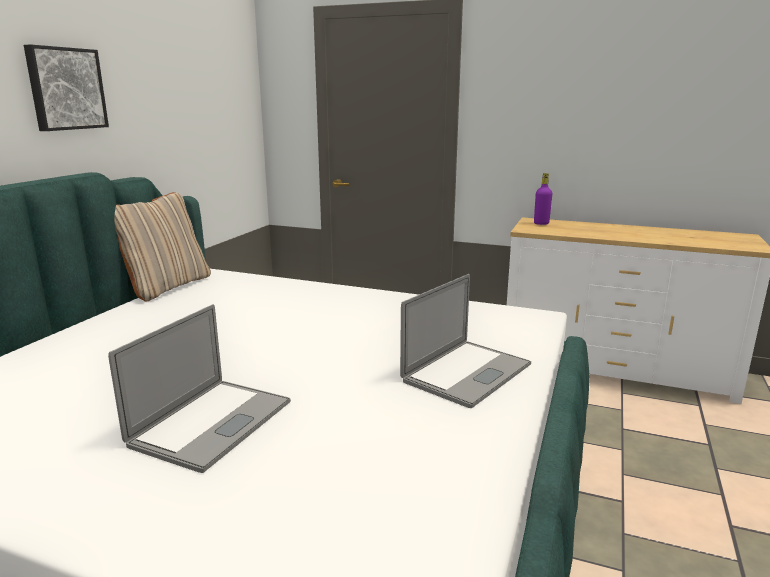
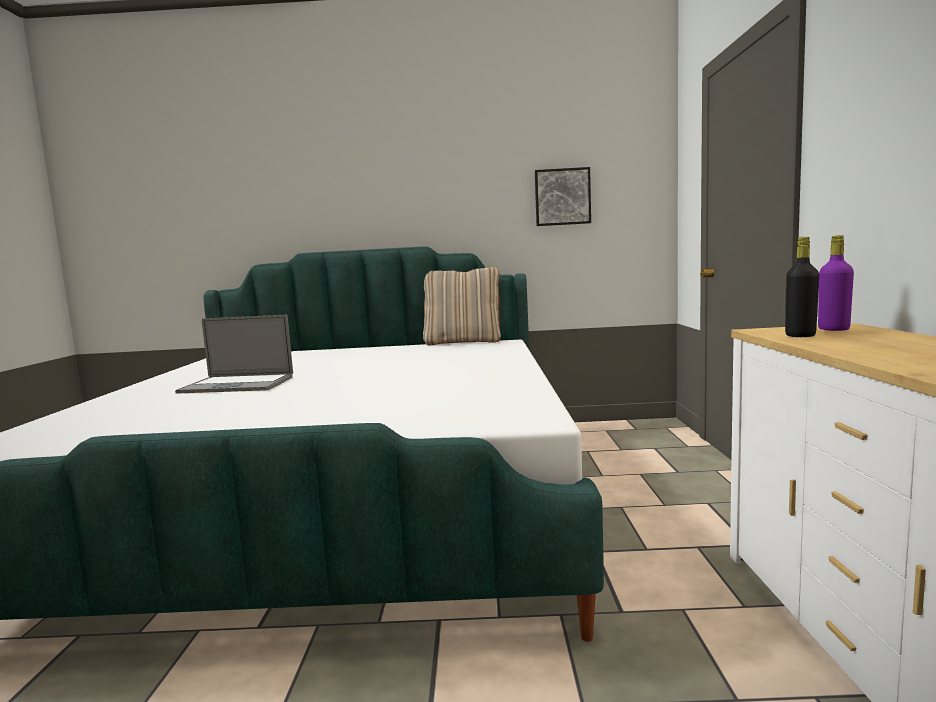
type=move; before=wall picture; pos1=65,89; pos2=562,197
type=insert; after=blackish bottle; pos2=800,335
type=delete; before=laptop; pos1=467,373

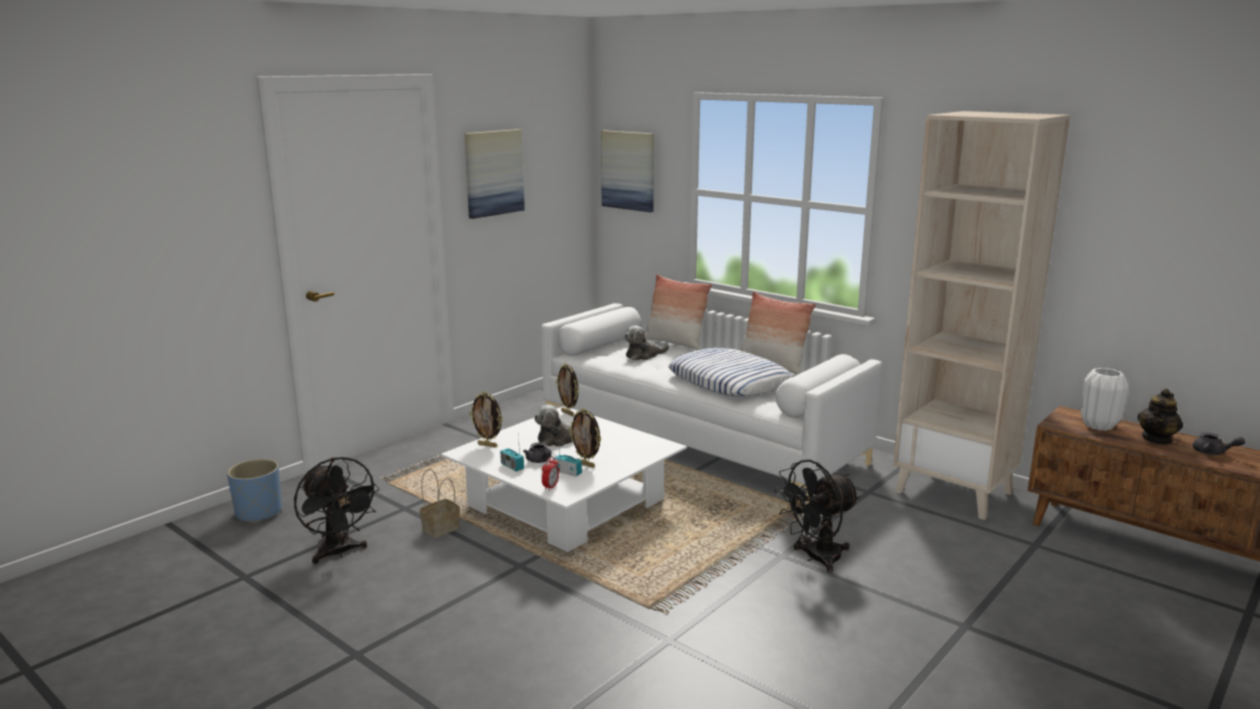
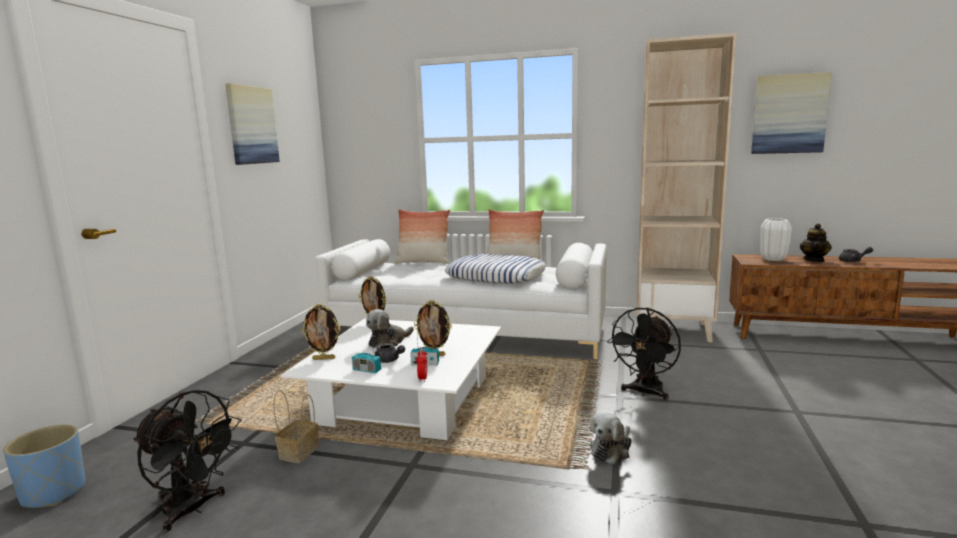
type=move; before=plush toy; pos1=644,355; pos2=611,450
type=move; before=wall picture; pos1=628,170; pos2=789,114

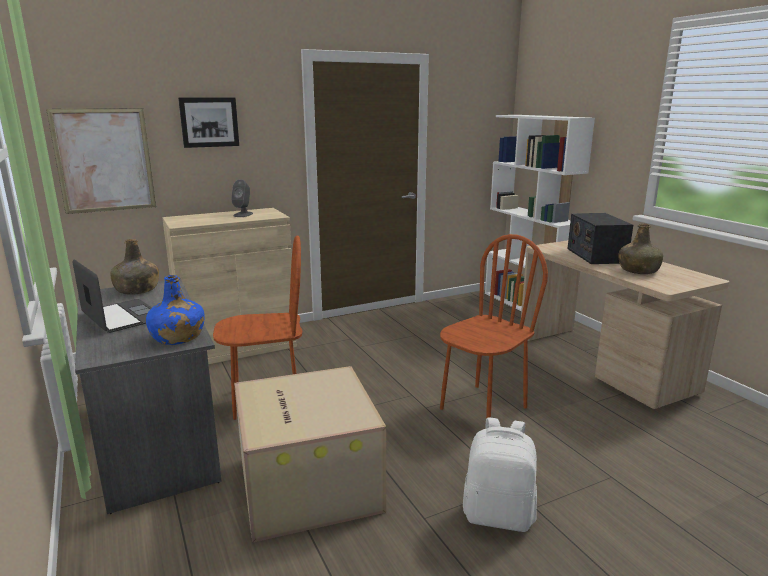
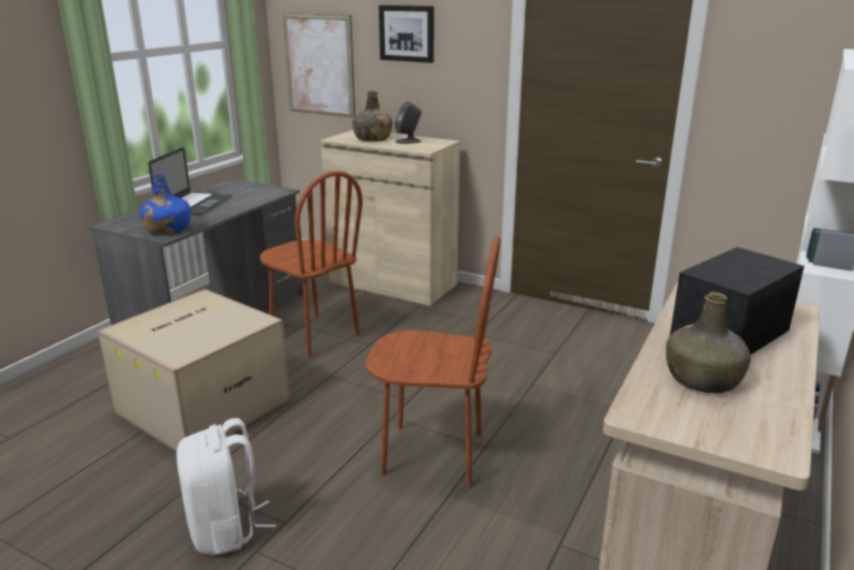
type=move; before=greenish bottle; pos1=137,290; pos2=372,139

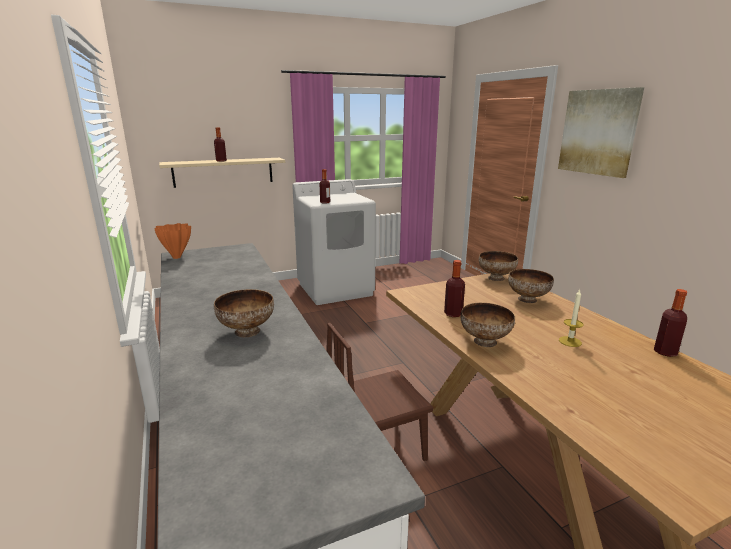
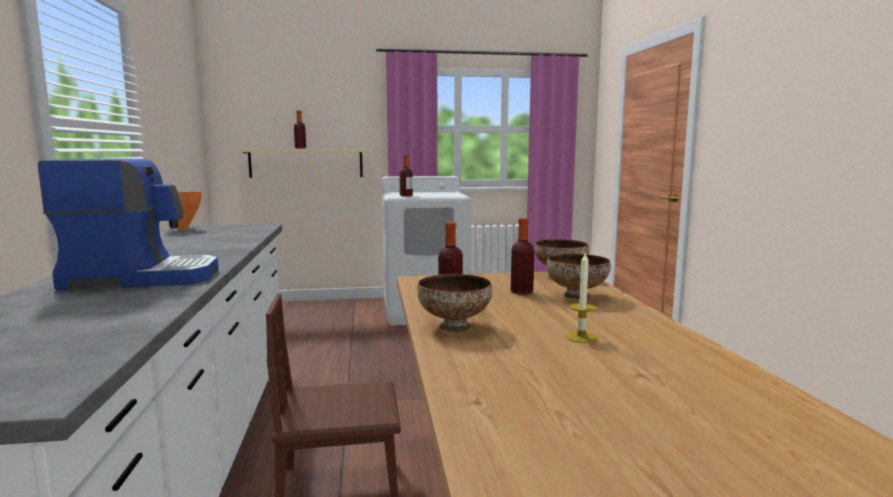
type=replace; before=serving bowl; after=coffee machine; pos1=246,331; pos2=143,277
type=move; before=bottle; pos1=665,352; pos2=521,291
type=delete; before=wall picture; pos1=598,132

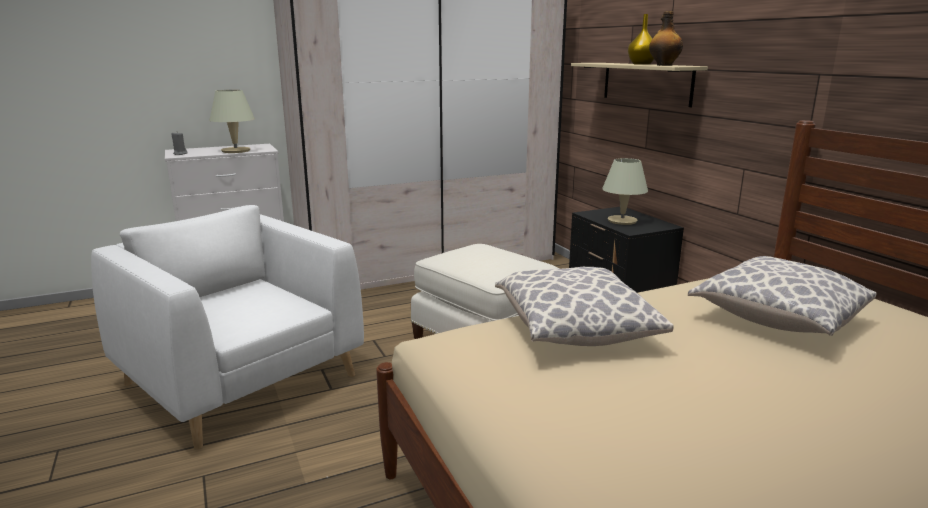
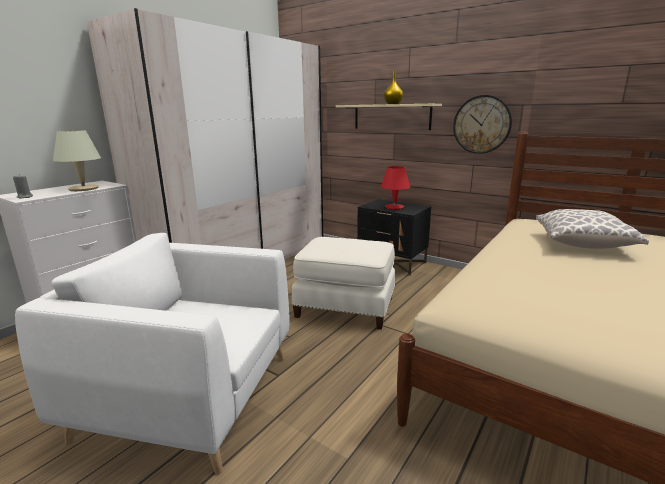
type=recolor; before=beige lamp for a table; after=red-coloured lamp for a table; pos1=622,221; pos2=394,207
type=insert; after=hanging clock; pos2=481,124
type=delete; before=cushion; pos1=575,331
type=delete; before=bottle; pos1=663,65

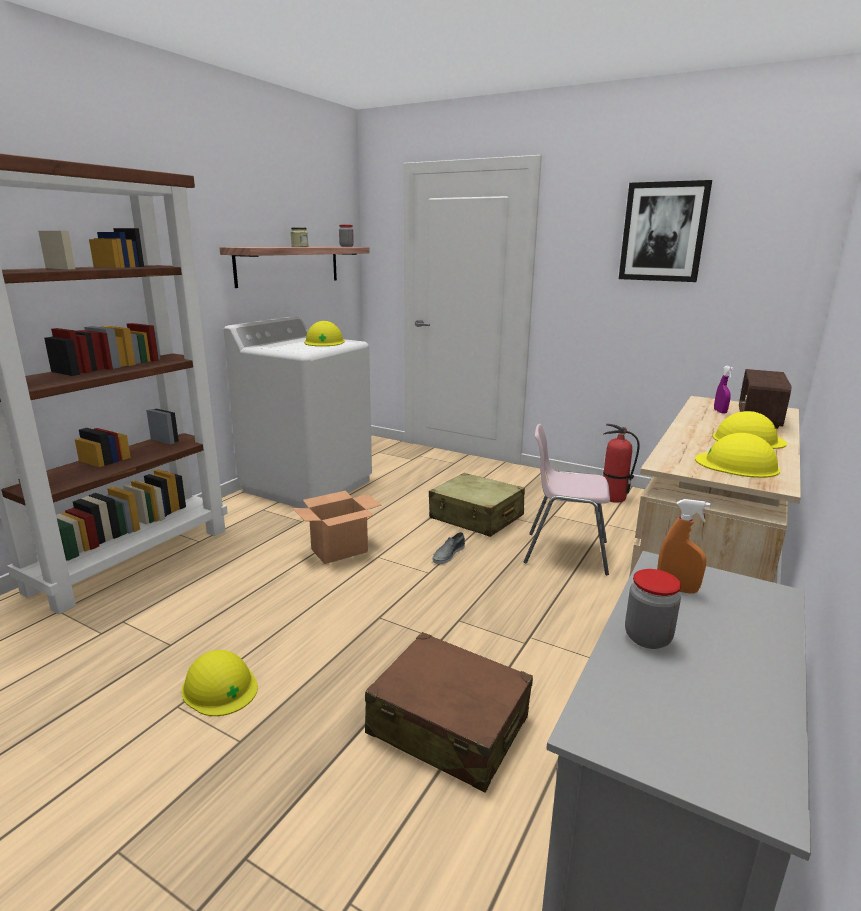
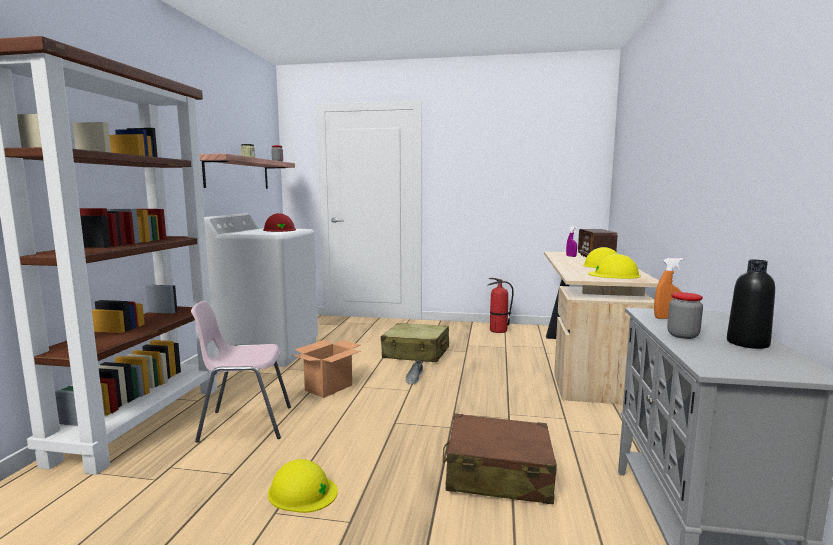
type=move; before=pinkish upright chair; pos1=565,552; pos2=245,424
type=recolor; before=yellowish hard hat; after=red-coloured hard hat; pos1=324,342; pos2=279,230
type=insert; after=blackish bottle; pos2=747,343
type=delete; before=wall picture; pos1=663,232

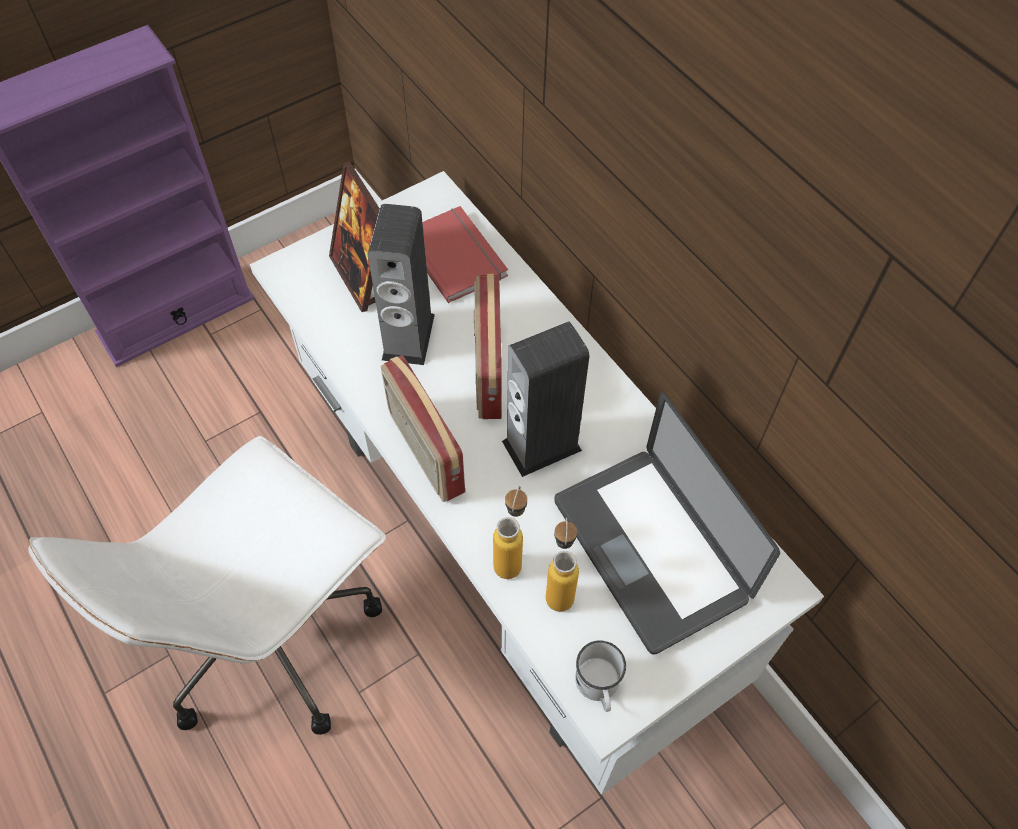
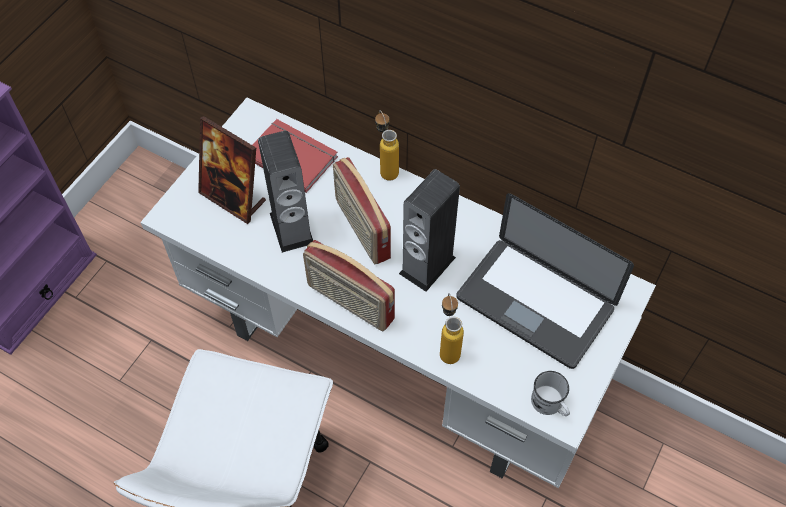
type=move; before=bottle; pos1=559,587; pos2=386,168

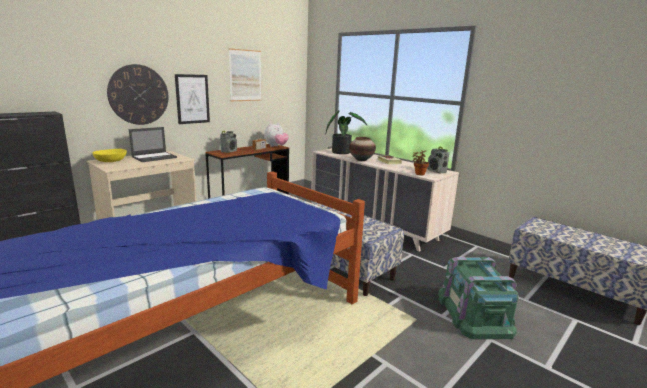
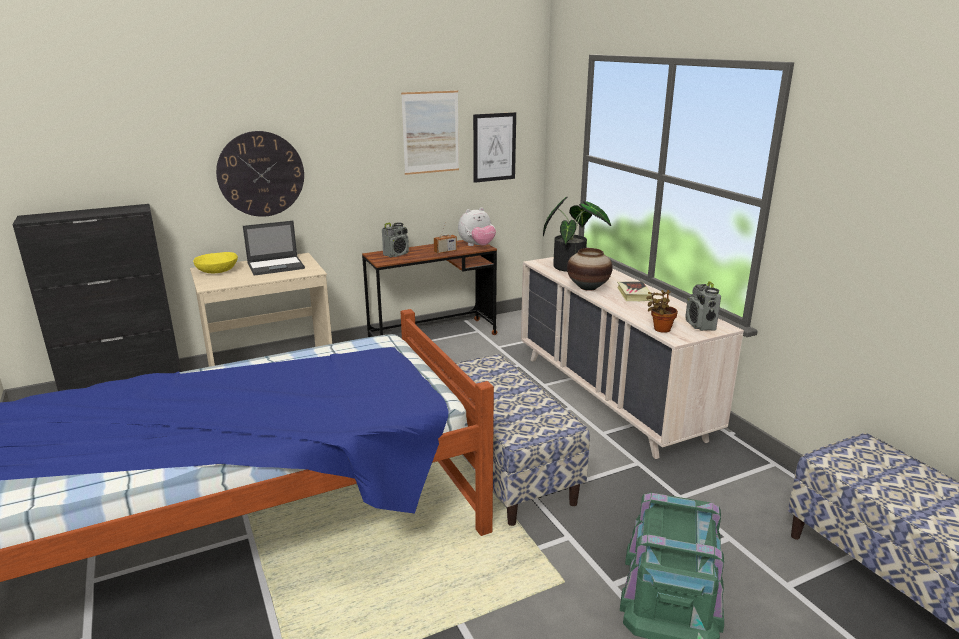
type=move; before=wall picture; pos1=192,99; pos2=494,147

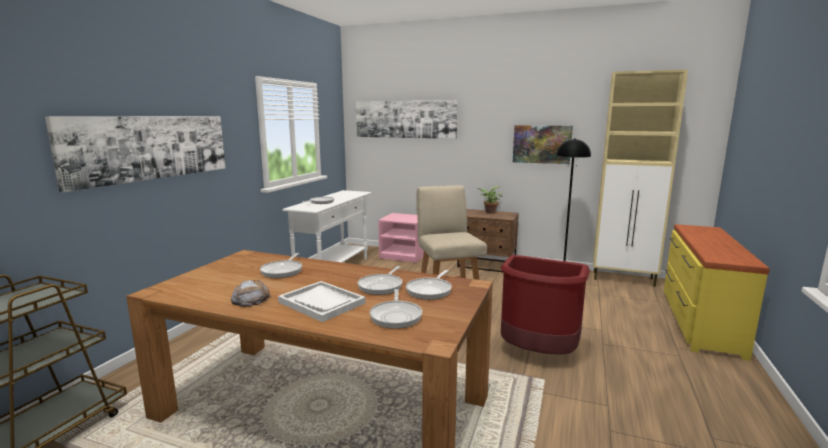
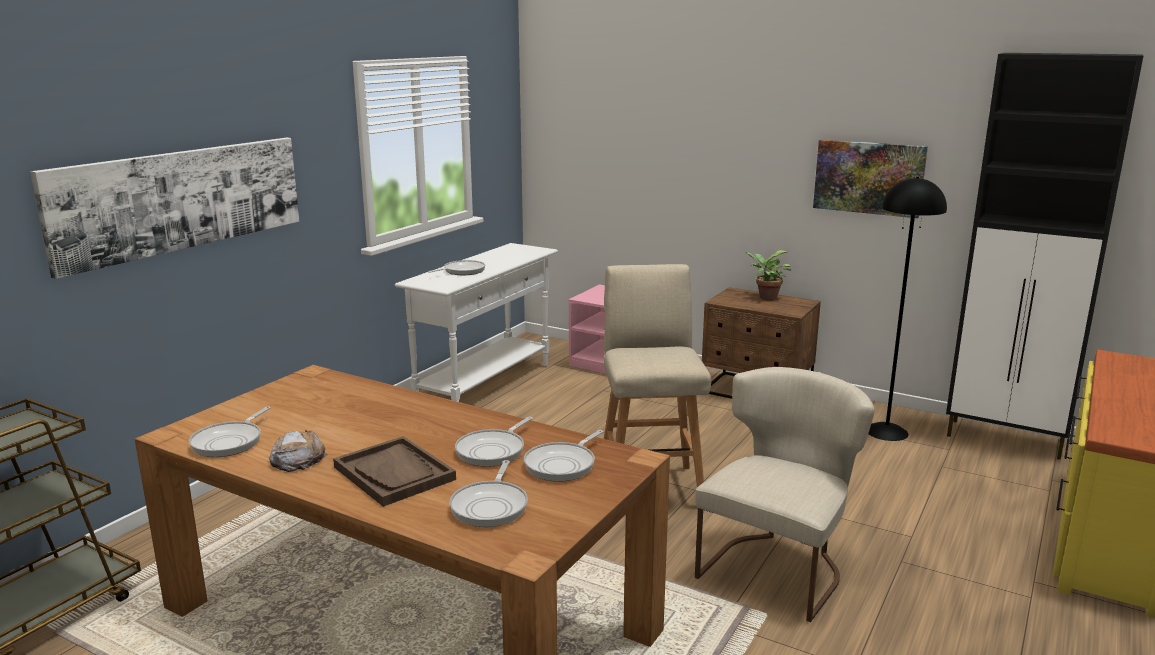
type=move; before=pan; pos1=283,271; pos2=230,442
type=recolor; before=white serving tray; after=brown-coloured serving tray; pos1=322,303; pos2=394,473
type=replace; before=red-coloured trash can; after=beige upright chair; pos1=538,353; pos2=777,568
type=recolor; before=beige cupboard; after=blackish cupboard; pos1=624,279; pos2=1006,439
type=delete; before=wall picture; pos1=405,119

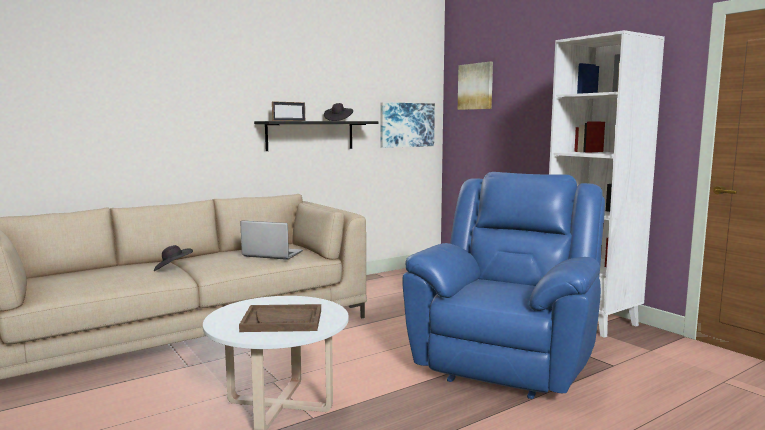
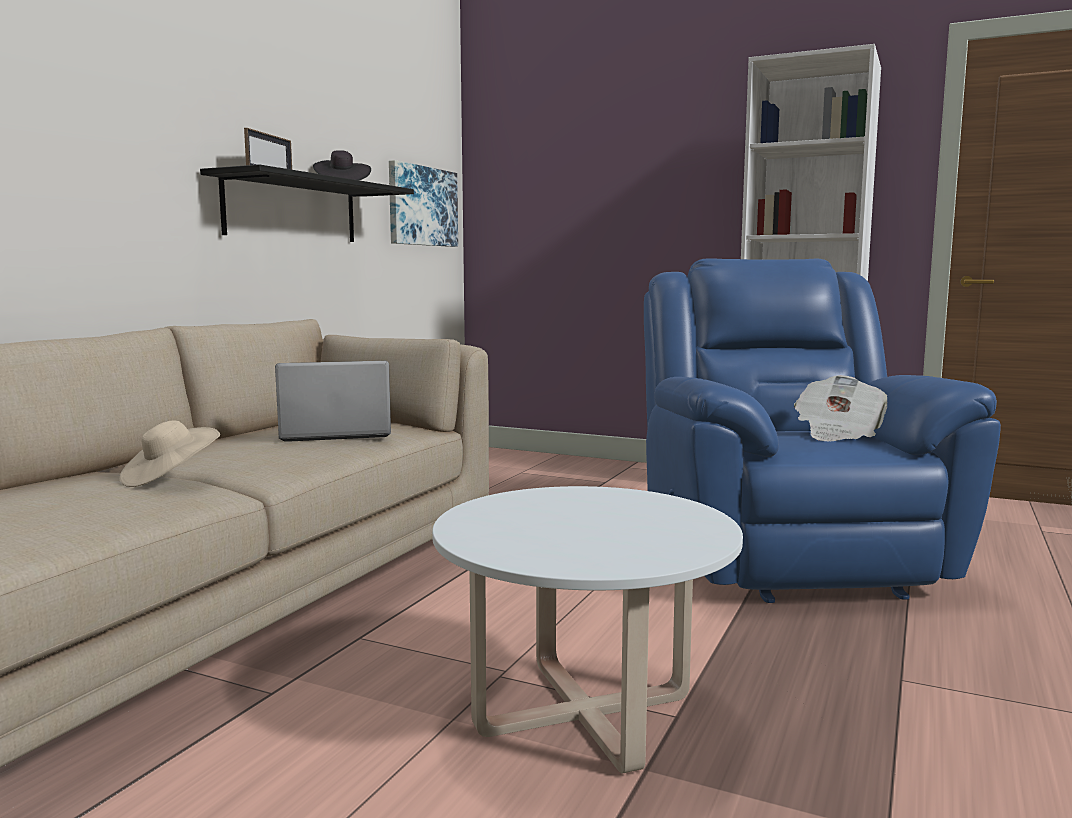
type=recolor; before=blackish clothing hat; after=beige clothing hat; pos1=173,269; pos2=170,478
type=insert; after=newspaper; pos2=838,433
type=delete; before=brown-coloured serving tray; pos1=282,320
type=delete; before=wall picture; pos1=476,86

